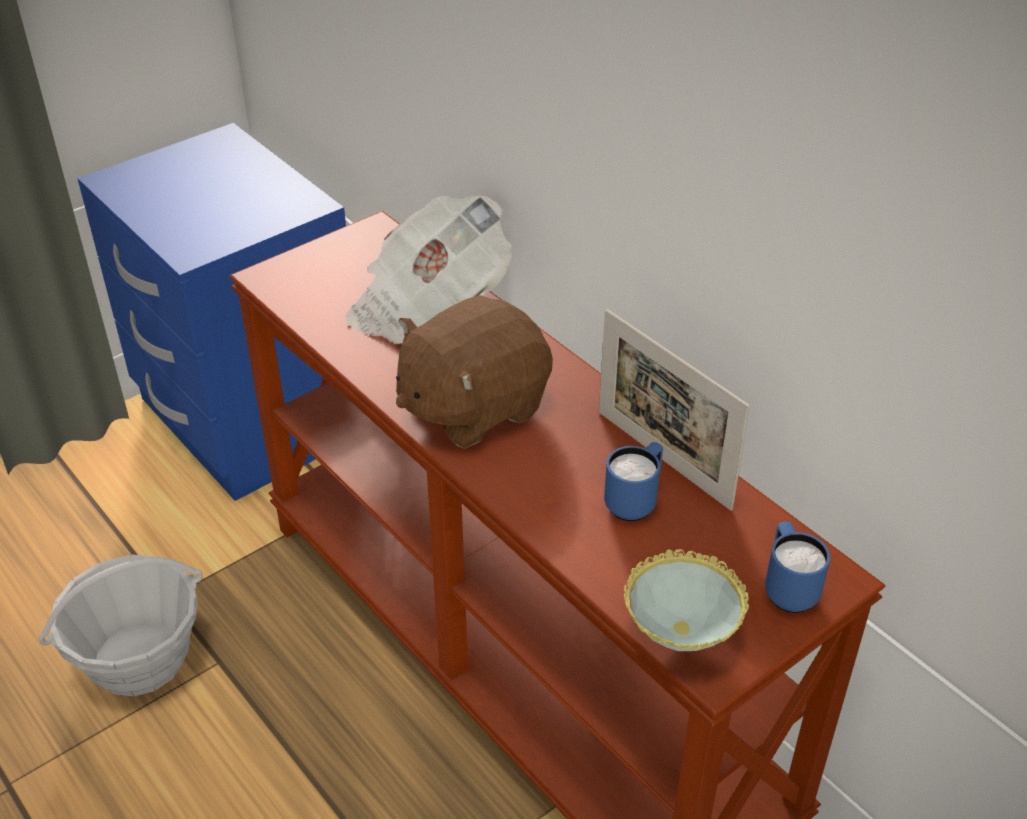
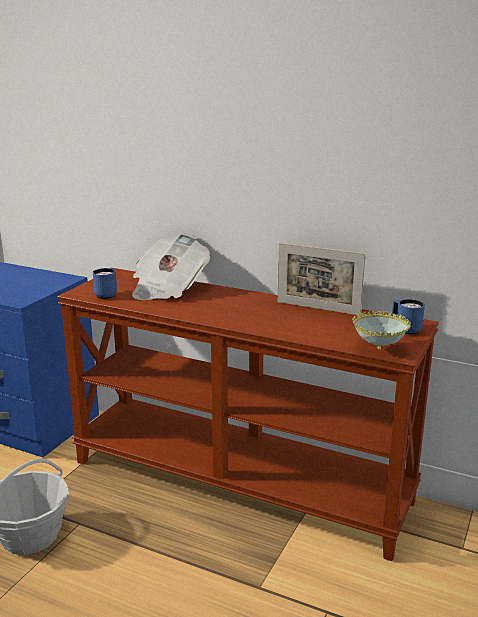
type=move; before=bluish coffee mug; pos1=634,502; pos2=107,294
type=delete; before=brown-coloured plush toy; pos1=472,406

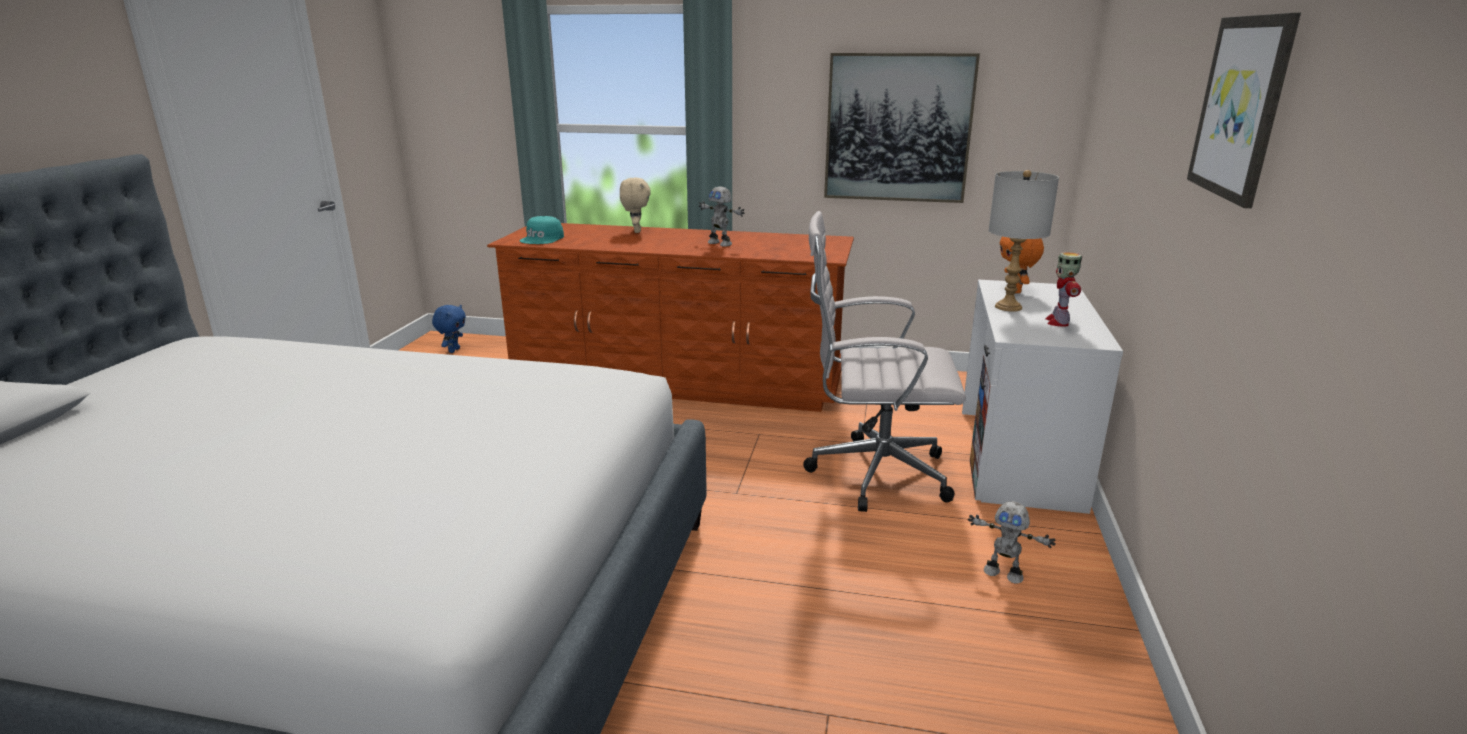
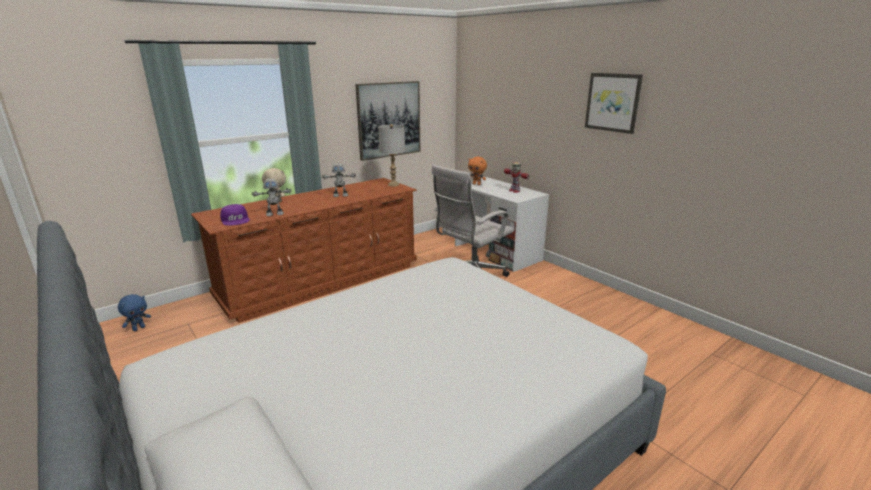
type=rotate; before=bluish plush toy; pos1=453,350; pos2=139,328; turn=75
type=recolor; before=blue-green baseball cap; after=purplish baseball cap; pos1=542,239; pos2=236,220
type=move; before=model robot; pos1=1003,573; pos2=274,214
type=move; before=gray lamp for a table; pos1=1008,307; pos2=393,184

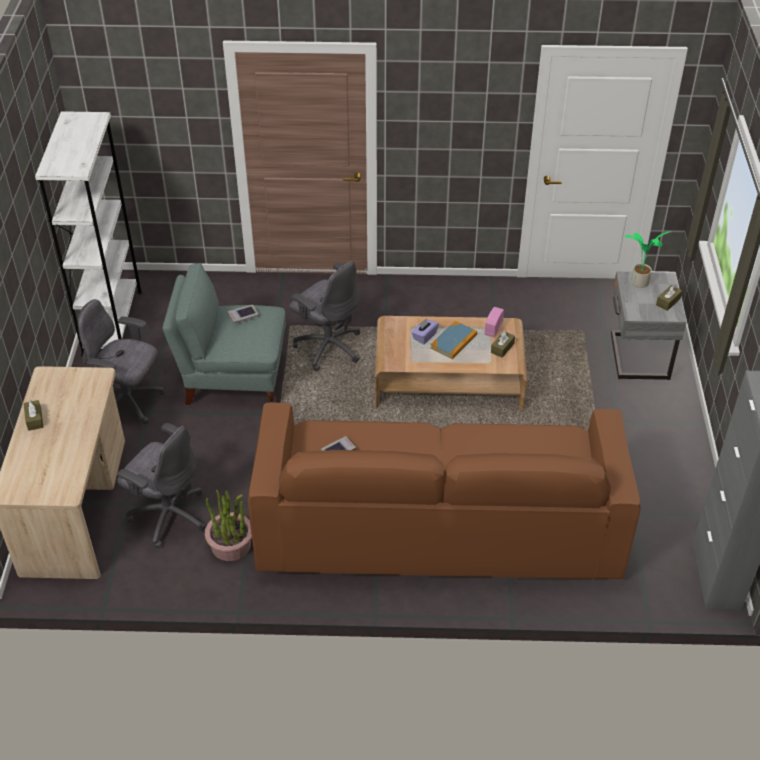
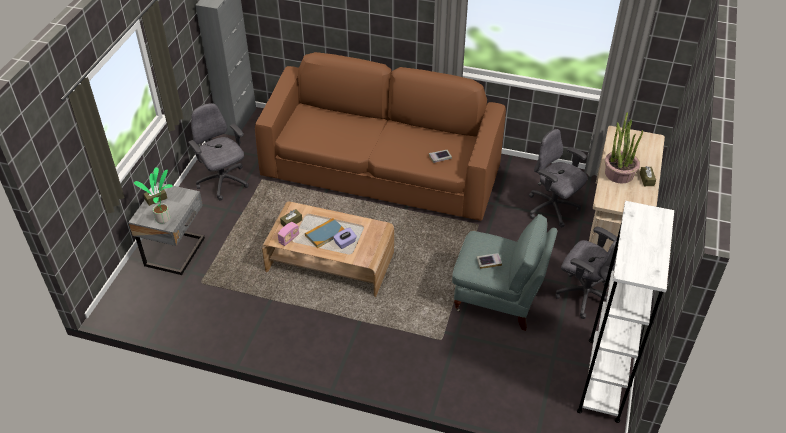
type=move; before=gray desk chair; pos1=328,346; pos2=223,182
type=move; before=plant in a pot; pos1=231,545; pos2=619,173

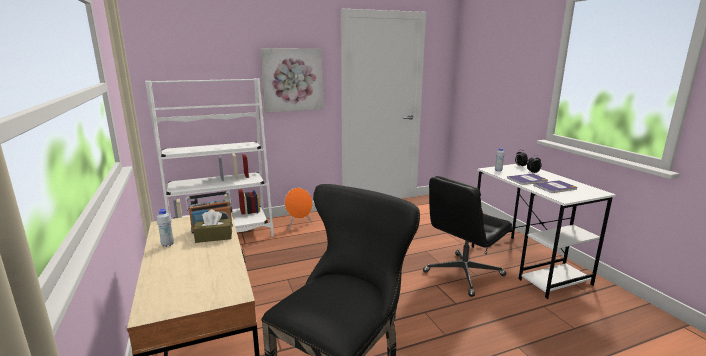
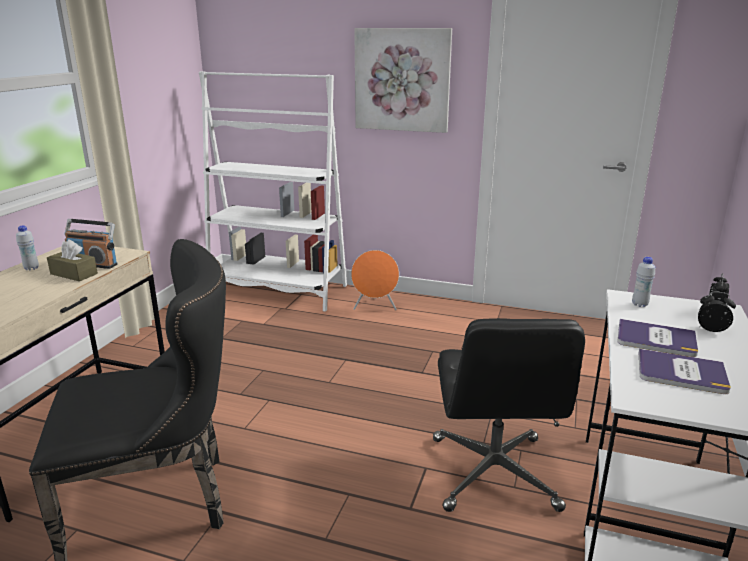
type=rotate; before=blackish desk chair; pos1=463,274; pos2=494,474; turn=-90

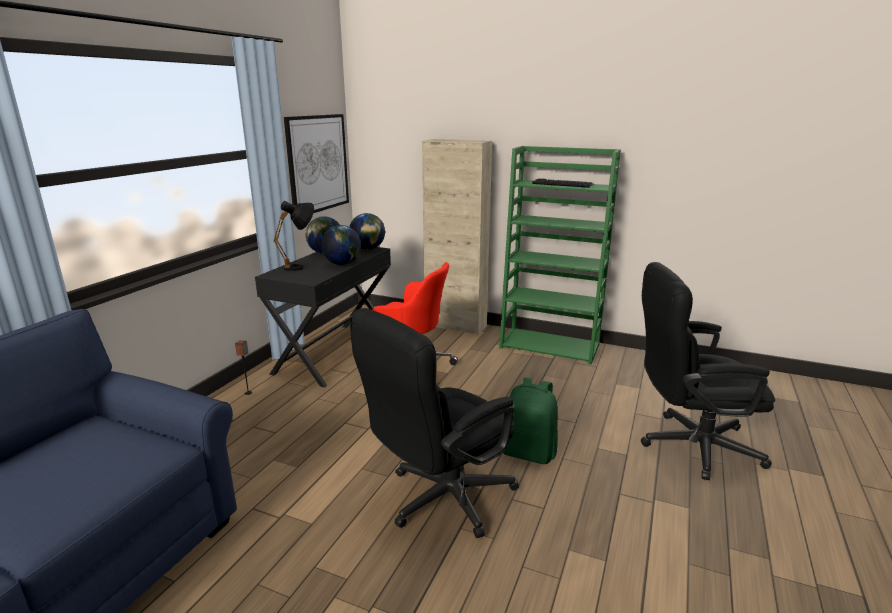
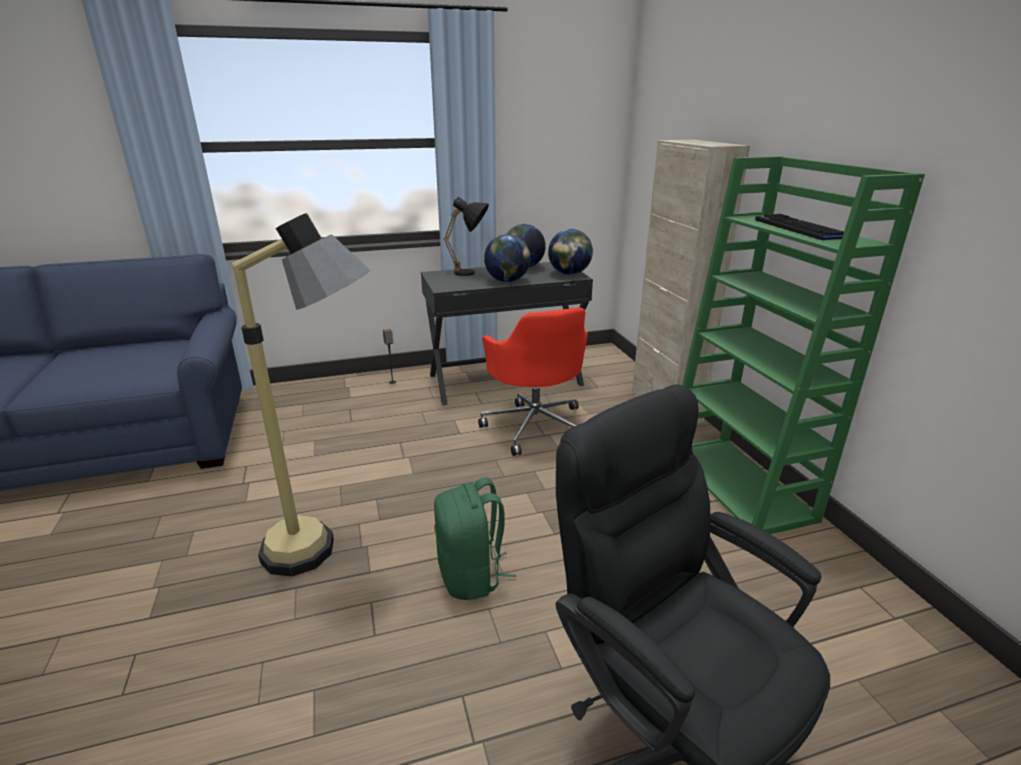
type=replace; before=blackish desk chair; after=standing lamp; pos1=440,500; pos2=329,553
type=delete; before=wall picture; pos1=318,164

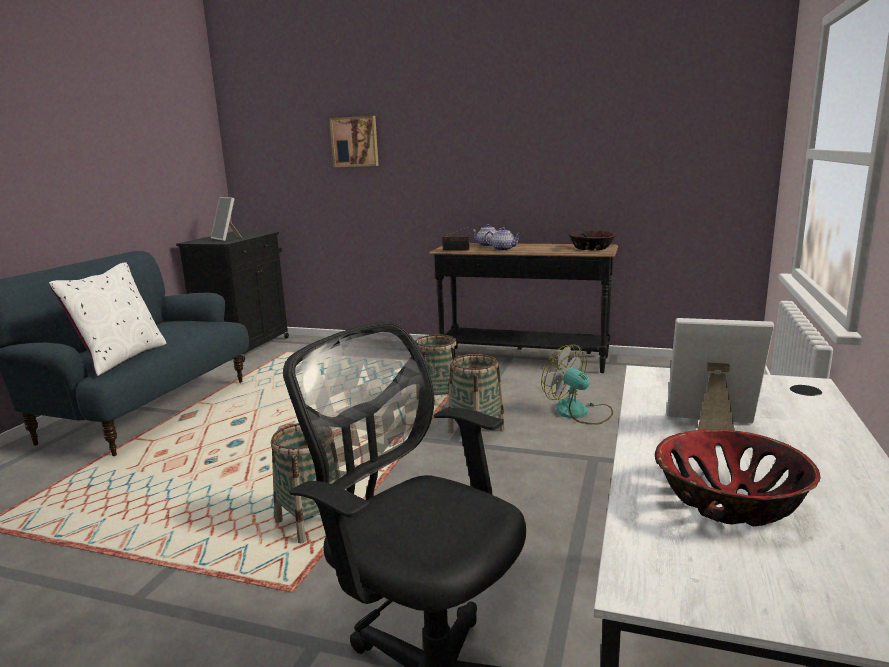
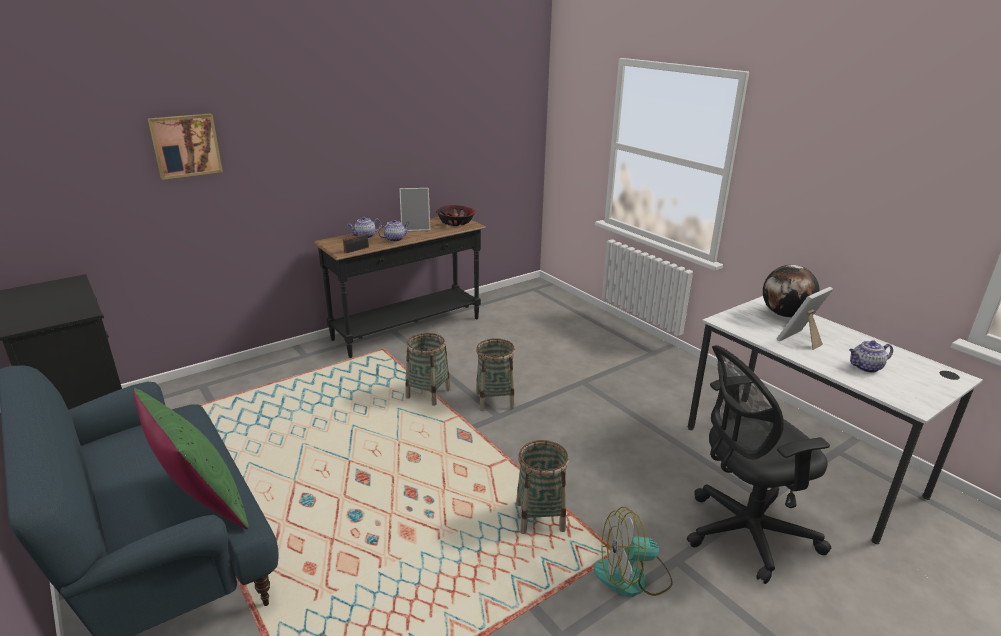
type=recolor; before=white cushion; after=greenish cushion; pos1=121,358; pos2=201,503
type=move; before=photo frame; pos1=227,238; pos2=416,228
type=move; before=electric fan; pos1=579,412; pos2=632,577
type=insert; after=world globe; pos2=785,315
type=replace; before=serving bowl; after=pot for tea; pos1=728,501; pos2=865,367

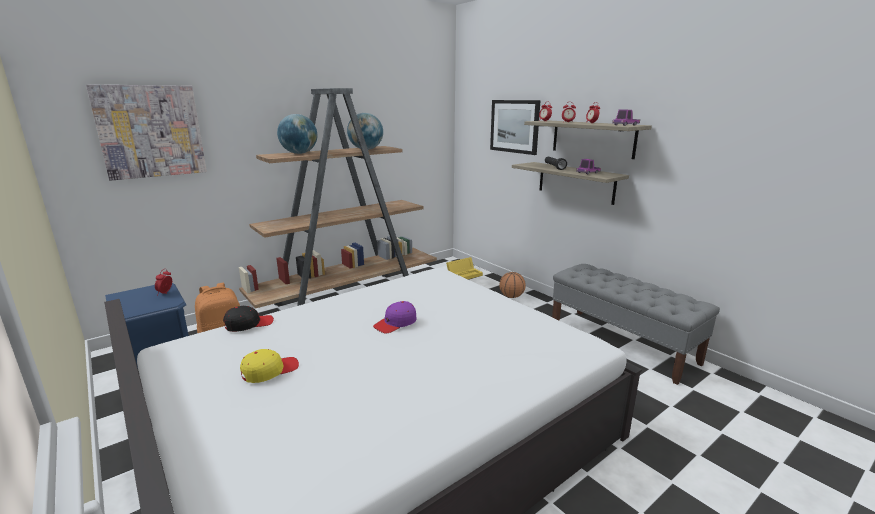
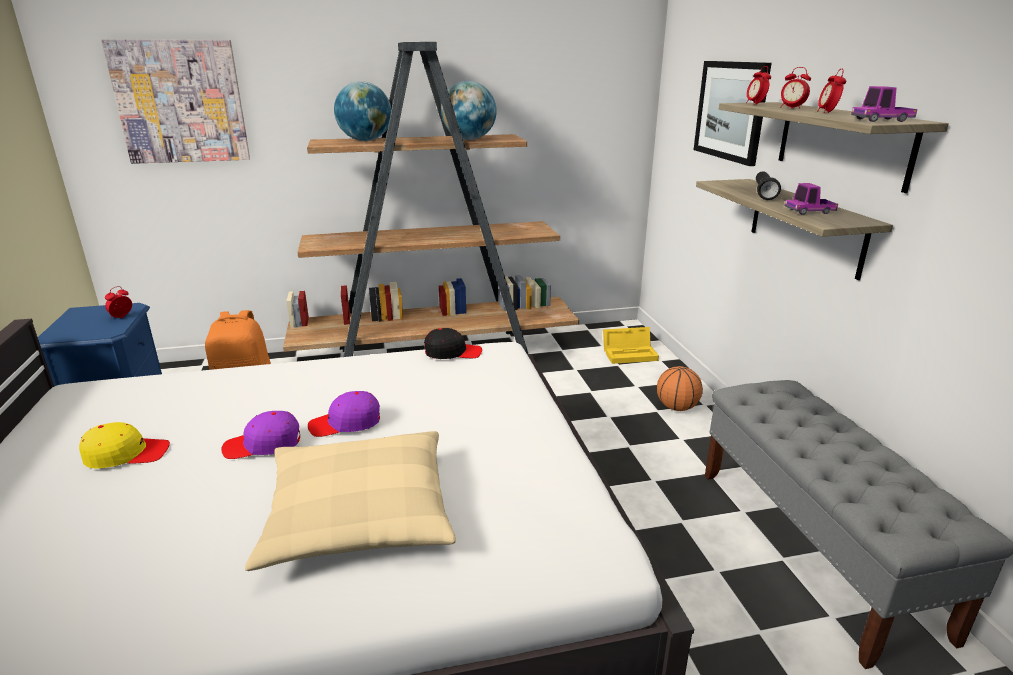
type=insert; after=purplish baseball cap; pos2=263,445
type=insert; after=beige cushion; pos2=359,513
type=move; before=blackish baseball cap; pos1=249,324; pos2=452,352

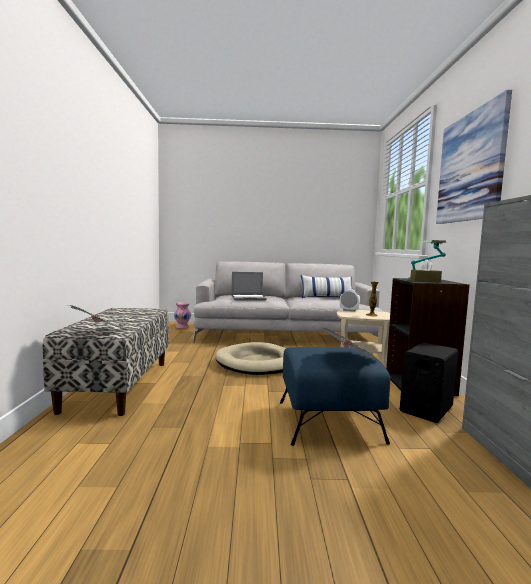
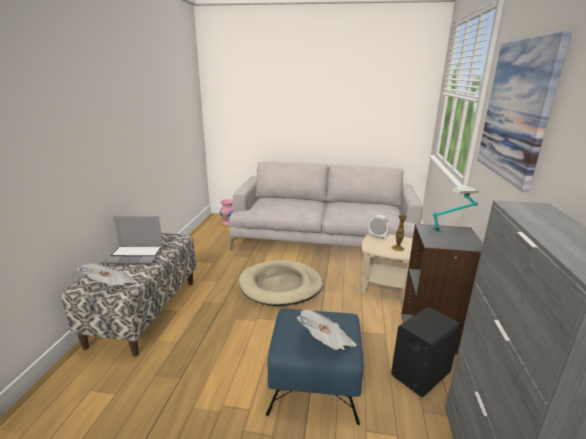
type=move; before=laptop; pos1=249,298; pos2=136,255
type=delete; before=cushion; pos1=326,297
type=delete; before=brown-coloured tissue holder; pos1=425,281

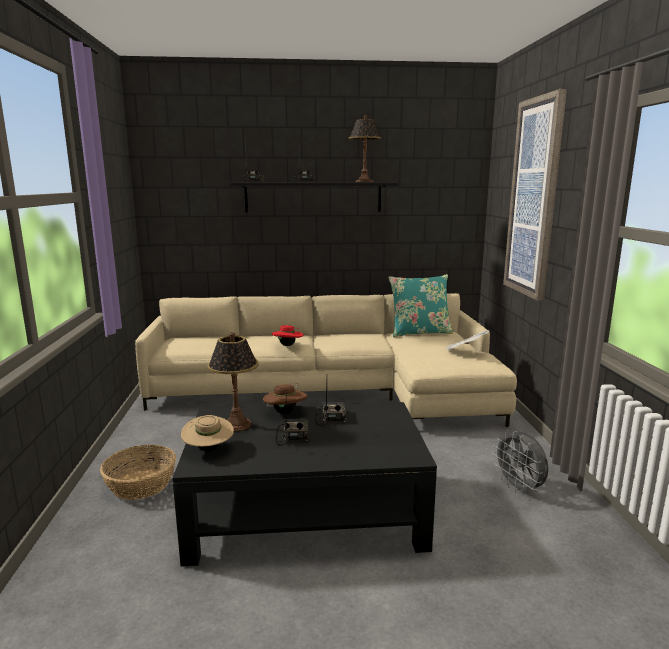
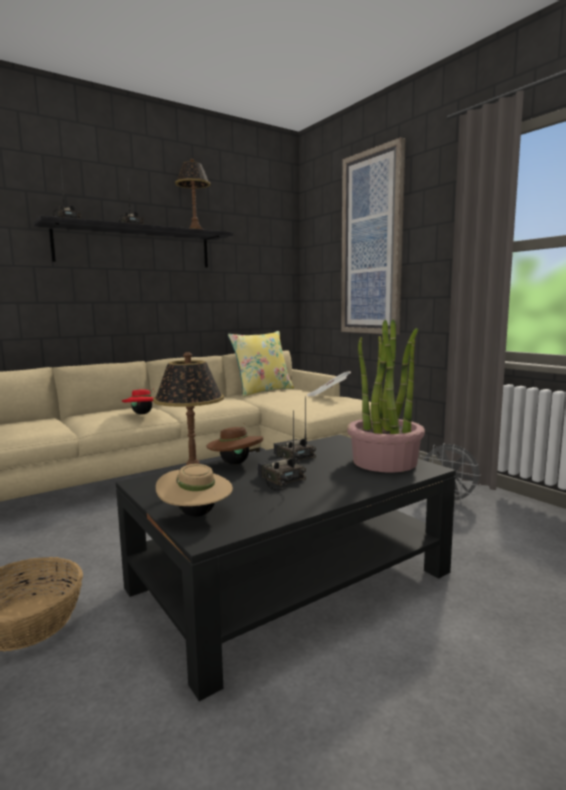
type=recolor; before=blue-green cushion; after=yellowish cushion; pos1=419,332; pos2=262,391
type=insert; after=plant in a pot; pos2=384,462

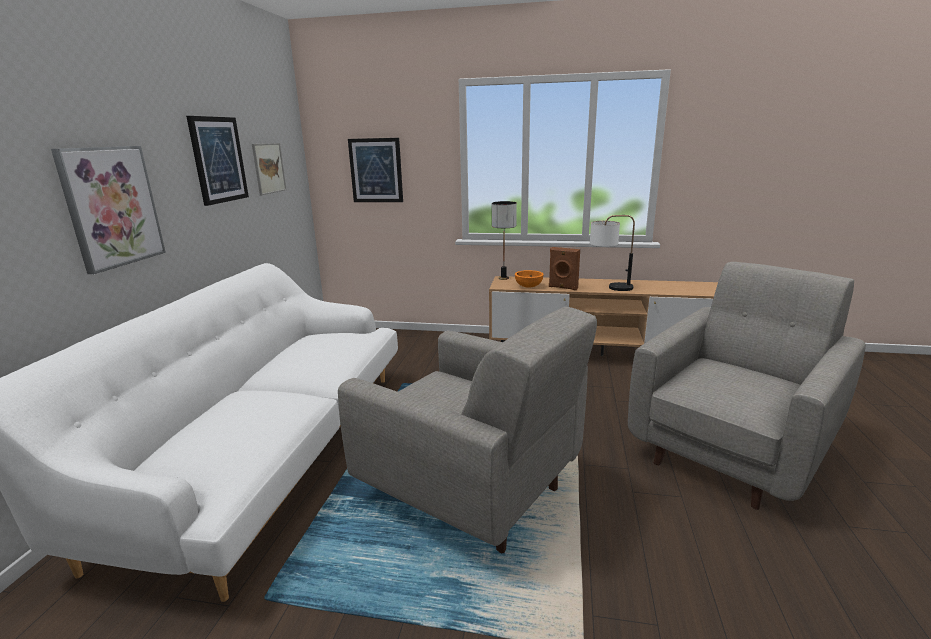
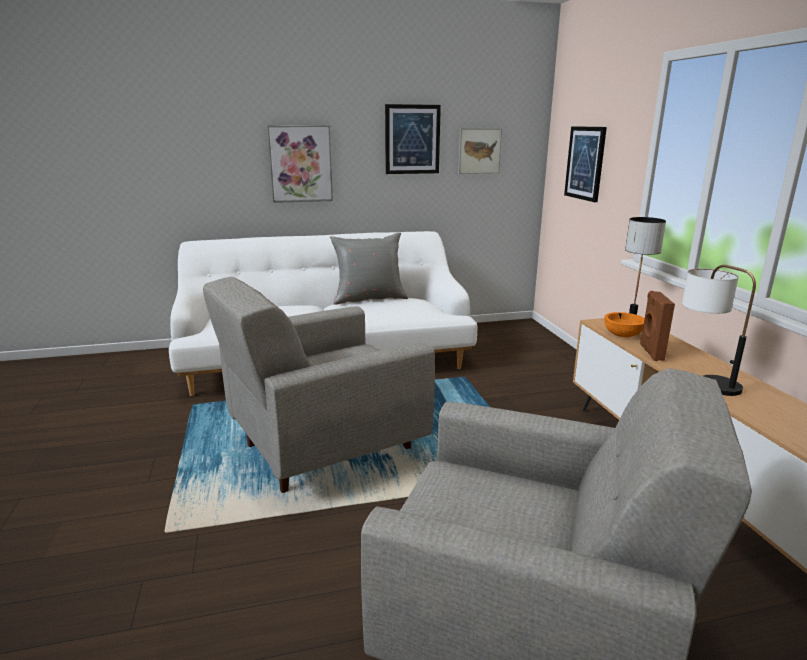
type=rotate; before=gray armchair; pos1=472,492; pos2=322,448; turn=45
type=insert; after=gray cushion; pos2=369,298

